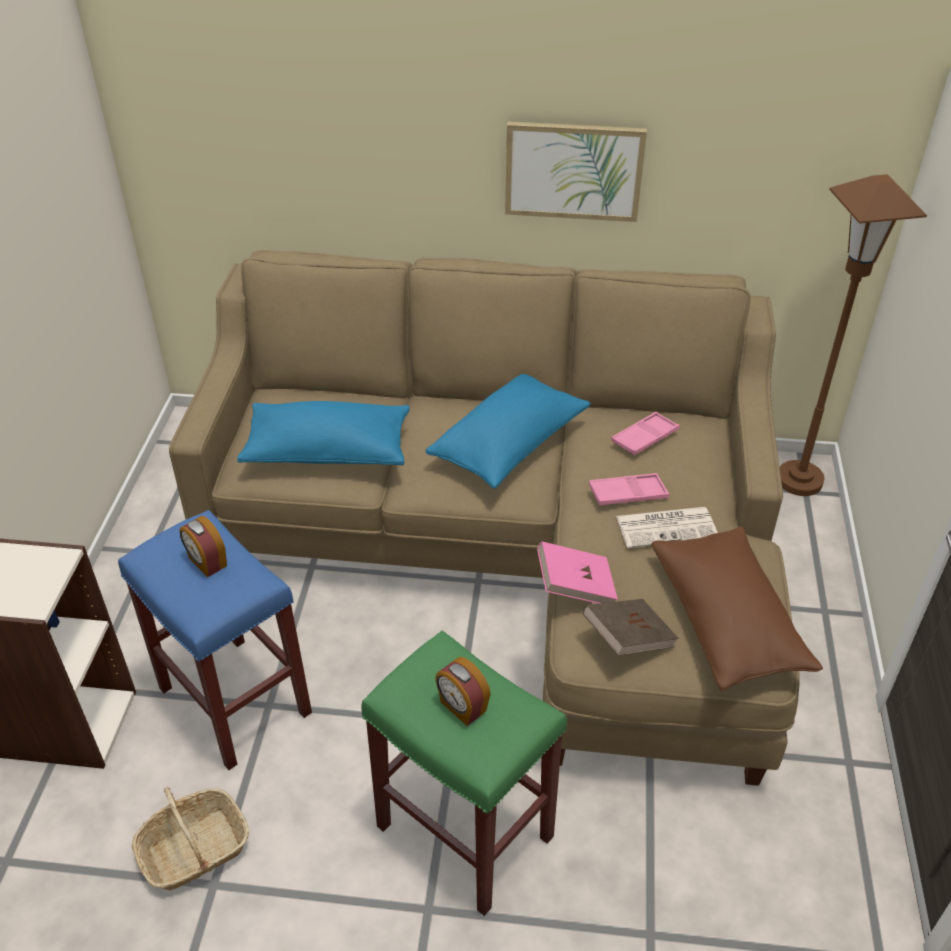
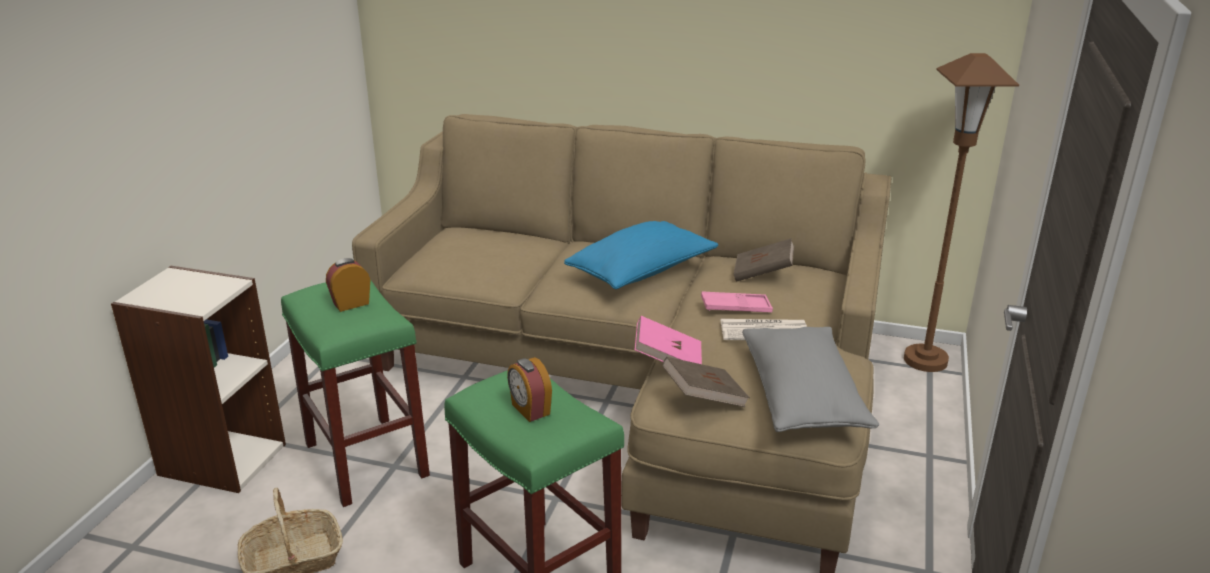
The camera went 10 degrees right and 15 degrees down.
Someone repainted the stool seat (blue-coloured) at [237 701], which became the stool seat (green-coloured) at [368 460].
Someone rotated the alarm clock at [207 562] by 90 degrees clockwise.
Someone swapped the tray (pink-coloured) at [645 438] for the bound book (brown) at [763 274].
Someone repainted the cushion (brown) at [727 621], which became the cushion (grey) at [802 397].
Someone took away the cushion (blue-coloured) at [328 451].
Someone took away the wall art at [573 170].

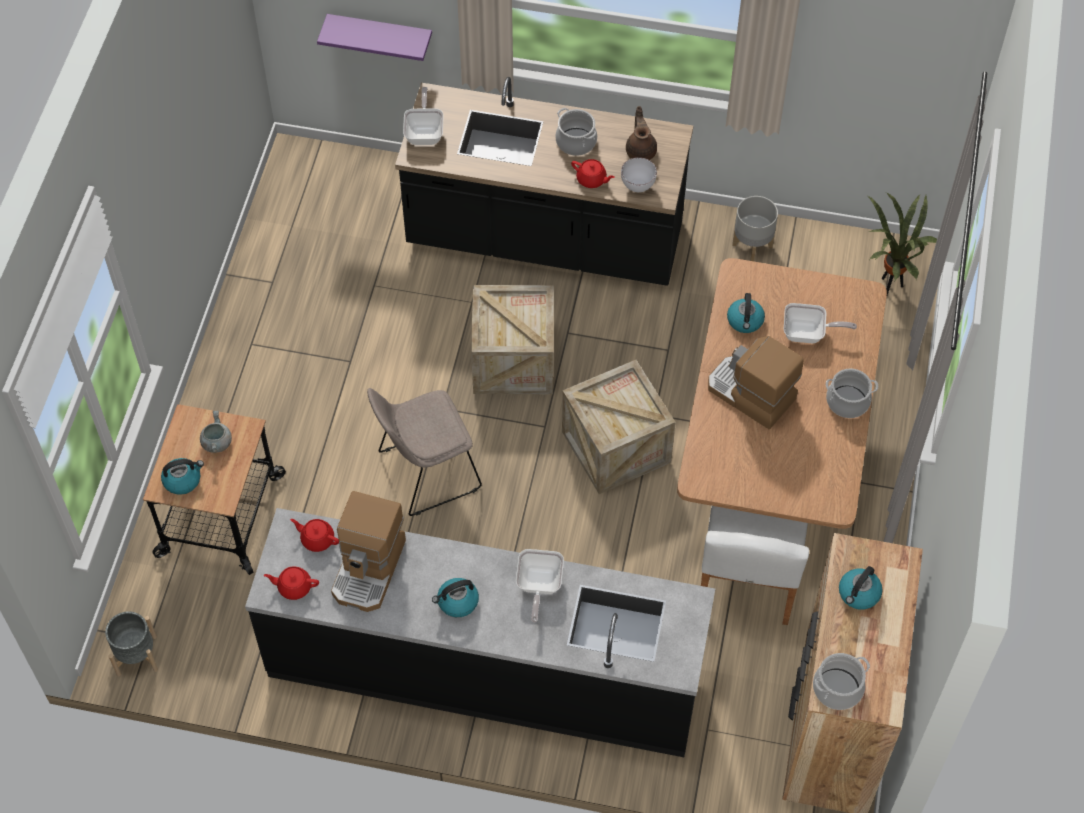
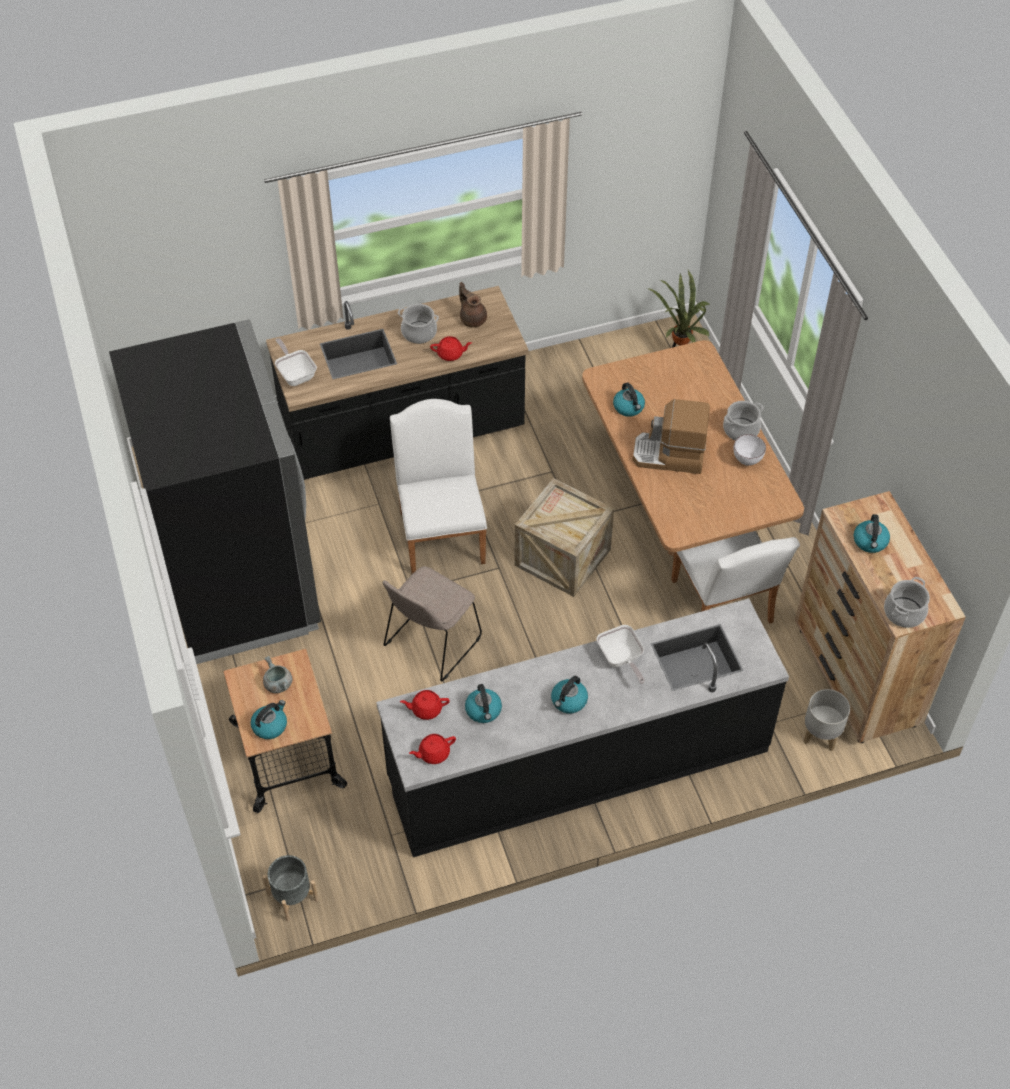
The camera went 30 degrees left and 5 degrees down.
Someone put down the fridge (blackish) at [239 580].
Someone swapped the crate at [513 361] for the chair (white-coloured) at [441 531].
Someone swapped the coffee machine at [369 569] for the water kettle at [483 711].
Someone carried the serving bowl (white-coloured) from [638 187] to [748 461].
Someone carried the flower pot (grey) from [751 245] to [820 735].
Someone took away the shelf (purple) at [380 35].
Someone took away the pan at [808 334].

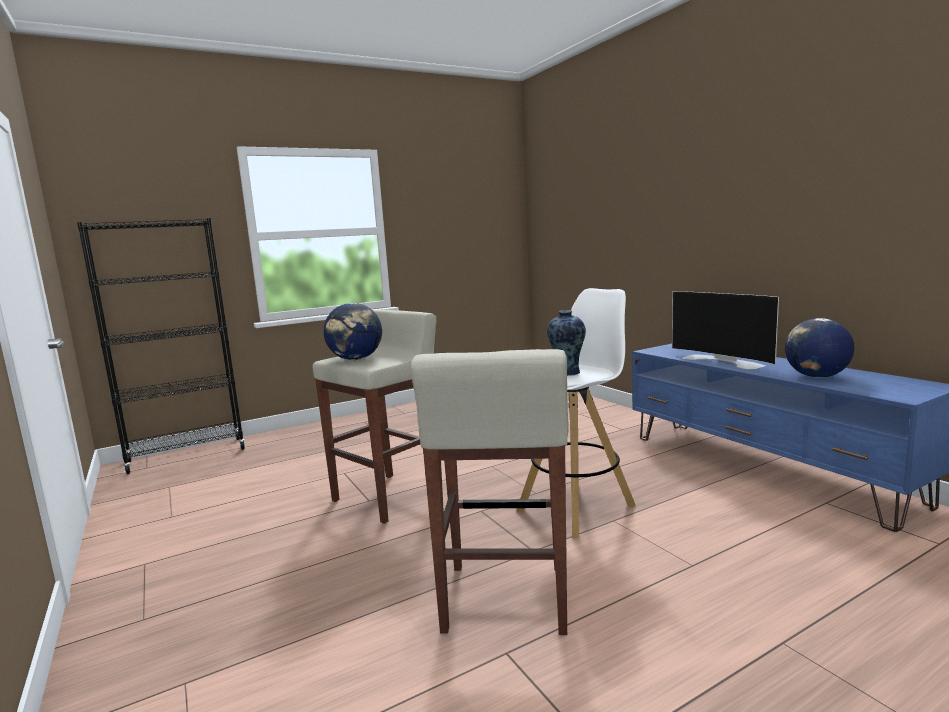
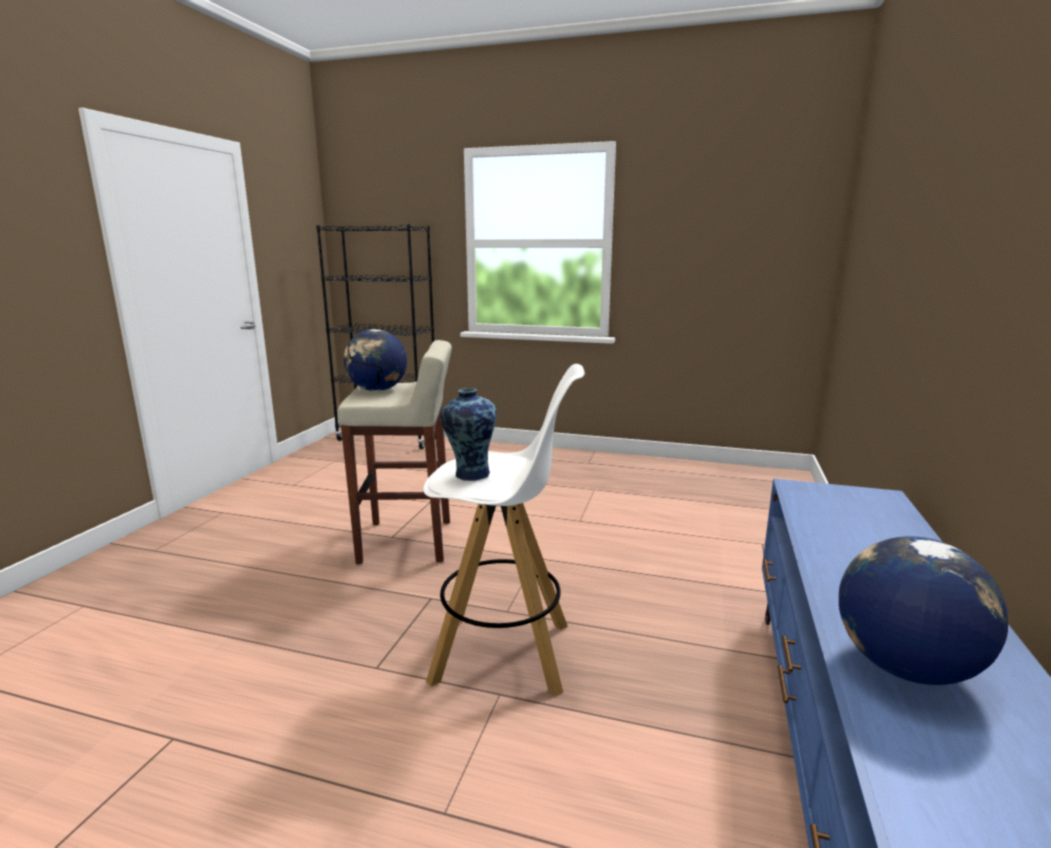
The camera went 45 degrees right and 5 degrees up.
Someone took away the stool seat (beige) at [504 600].
Someone took away the TV set at [724 360].

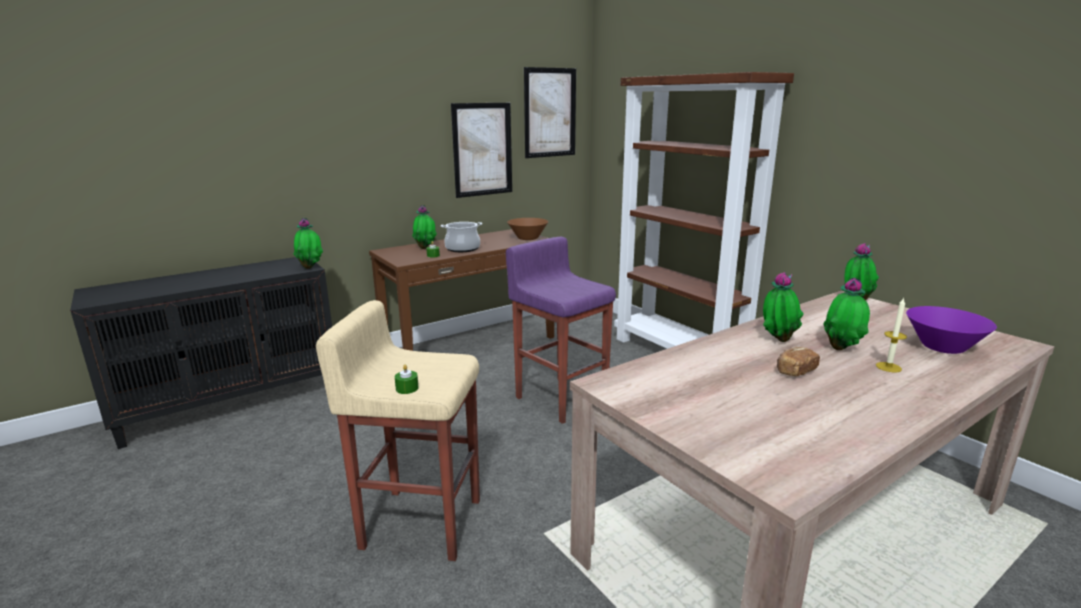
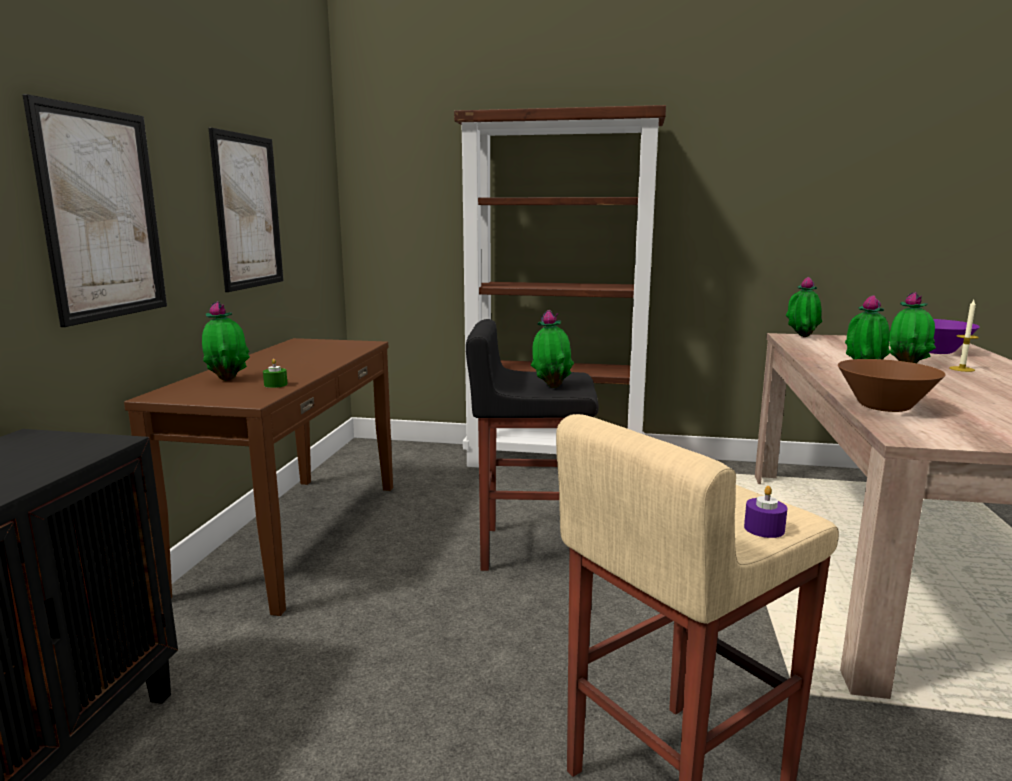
The camera went 45 degrees left and 5 degrees down.
Someone carried the wall art from [550 113] to [102 214].
Someone repainted the stool seat (purple) at [561 398], which became the stool seat (blackish) at [531 549].
Someone carried the houseplant from [310 267] to [551 386].
Someone repainted the wax light (green-coloured) at [407 388], which became the wax light (purple) at [764 529].
Someone carried the serving bowl (brown) from [527 238] to [884 407].
Someone took away the cooking pot at [462 249].
Someone took away the baked bread at [795 371].

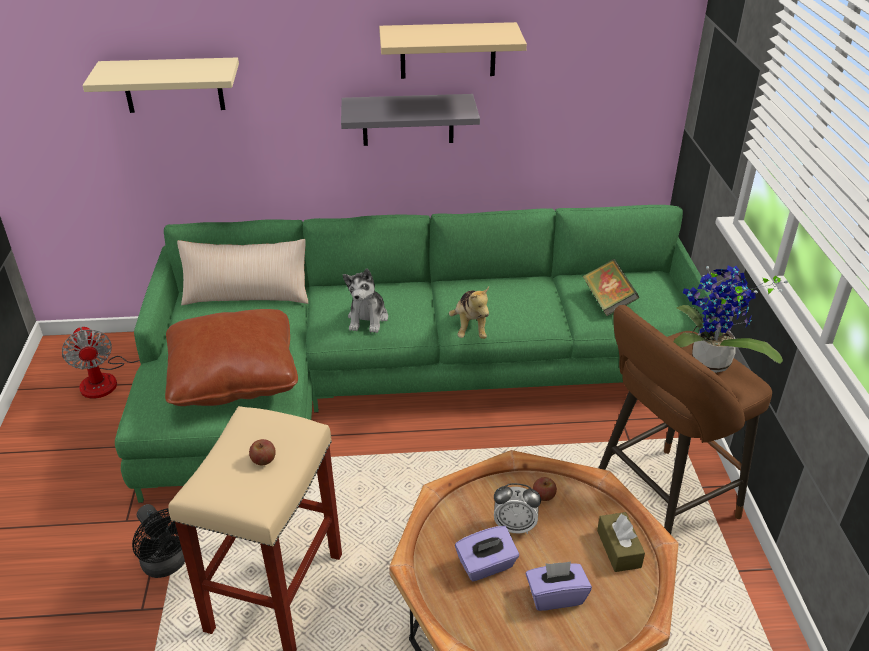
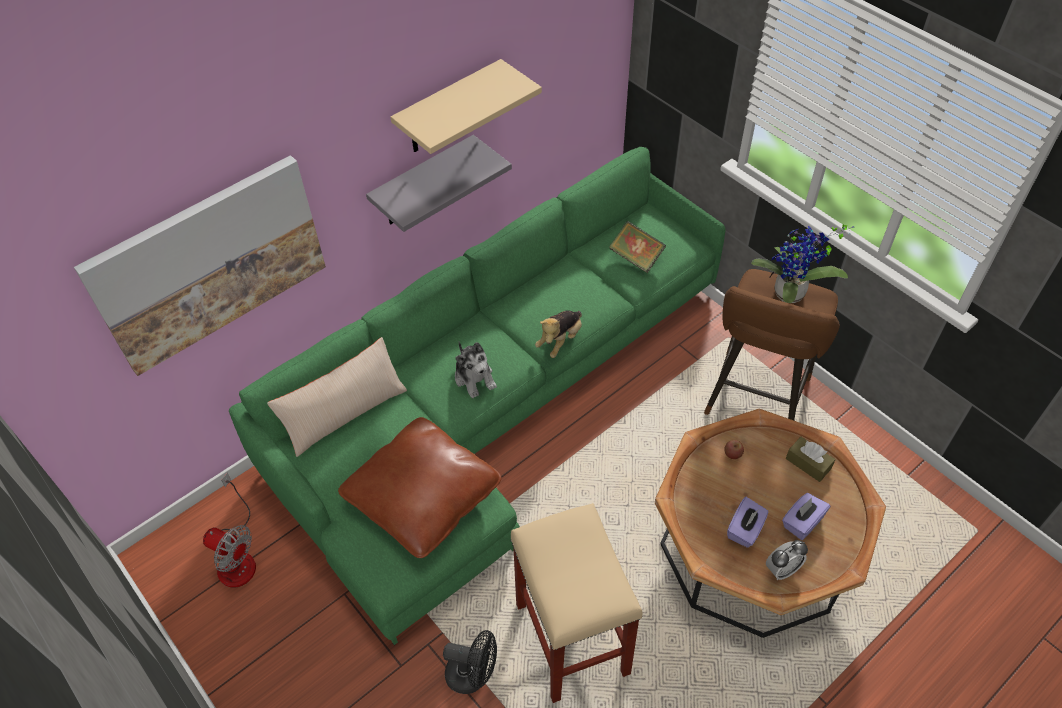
The camera went 35 degrees left and 15 degrees up.
Someone swapped the shelf (beige) at [173 85] for the wall art at [210 263].
Someone rotated the cuddly toy at [470 327] by 75 degrees clockwise.
Someone carried the alarm clock from [514 526] to [782 569].
Someone took away the whole apple at [263 460].

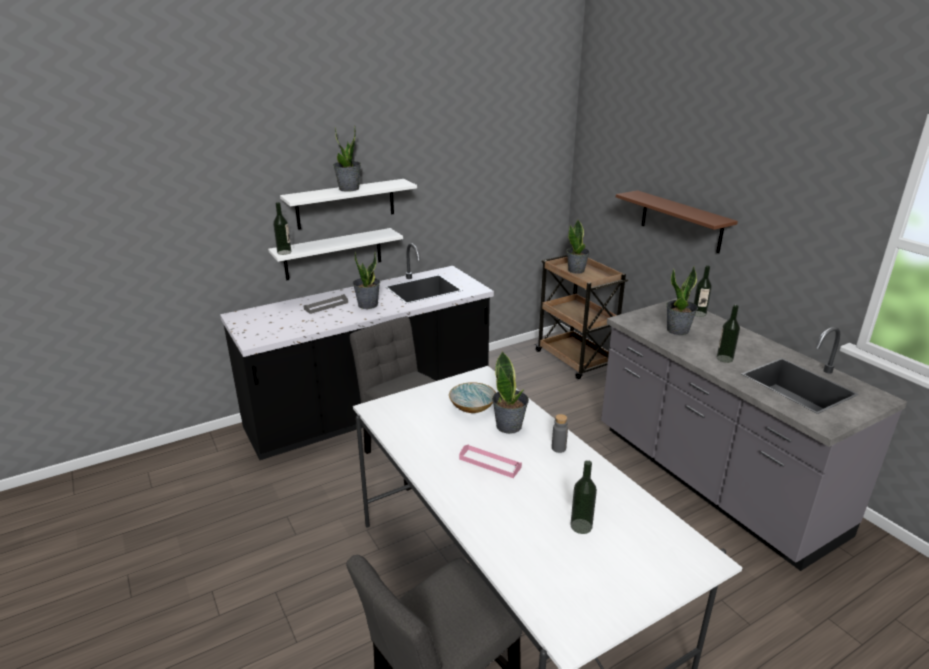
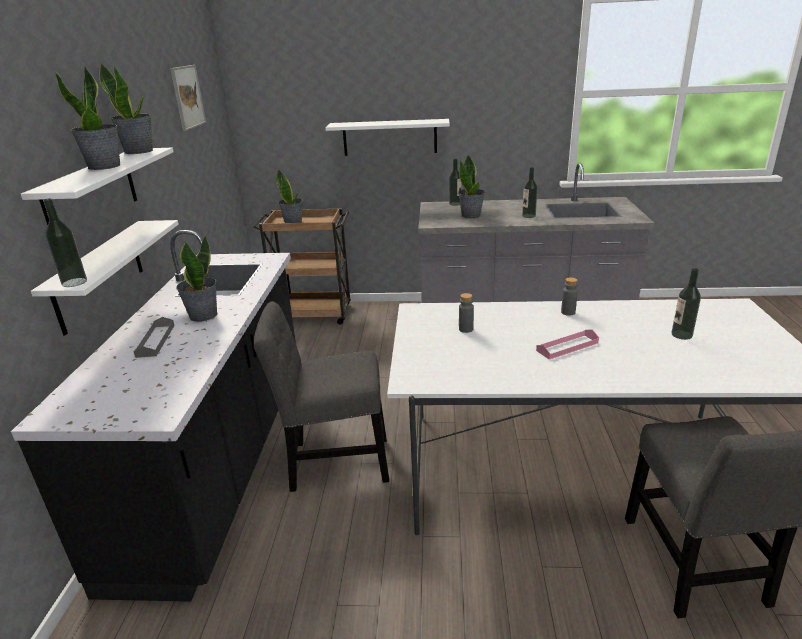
The camera went 55 degrees left and 0 degrees up.
Someone carried the houseplant from [509 426] to [139 151].
Someone put up the wall art at [188 97].
Someone repainted the shelf (brown) at [681 221], which became the shelf (white-coloured) at [390 137].
Someone swapped the serving bowl at [473 407] for the bottle (grey) at [466 329].

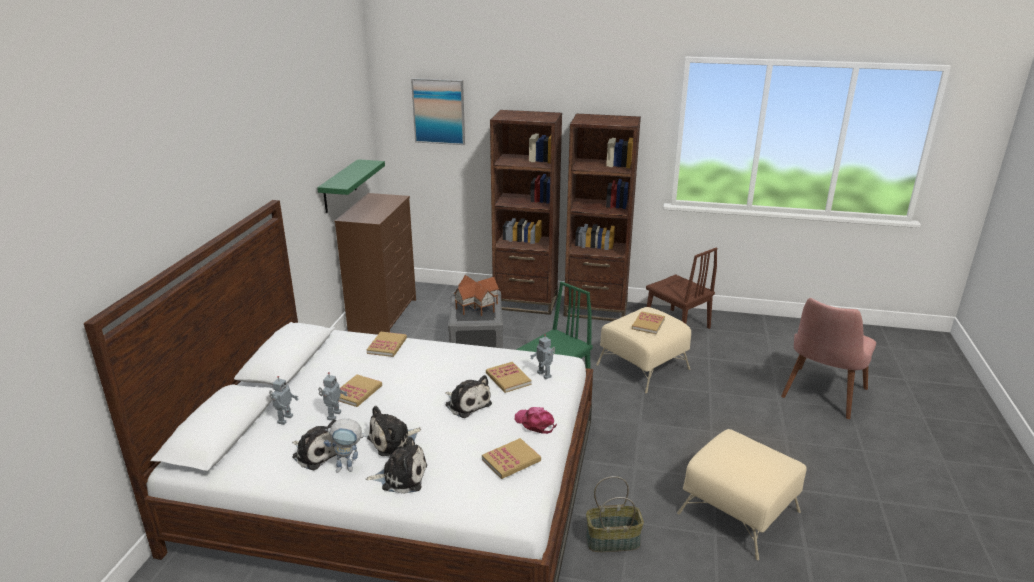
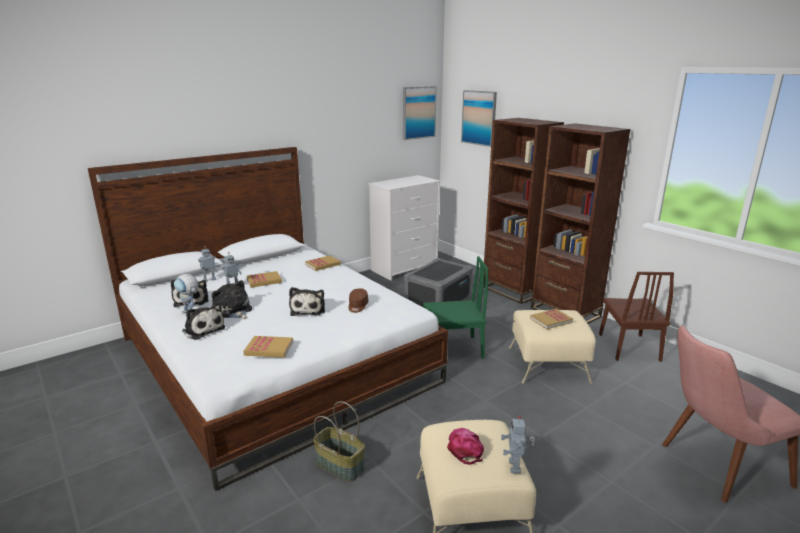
The camera went 40 degrees right and 5 degrees down.
Someone rotated the cuddly toy at [394 441] by 45 degrees clockwise.
Someone swapped the bound book at [508 379] for the cap (brown) at [357 306].
Someone repainted the dresser (brown) at [383 314], which became the dresser (white-coloured) at [404 268].
Someone put up the wall art at [418 112].
Someone carried the cap (pink-coloured) from [535 423] to [465 448].
Someone carried the toy robot from [545 375] to [515 467].
Someone took away the shelf (green-coloured) at [340 186].
Someone took away the toy house at [476 307].

